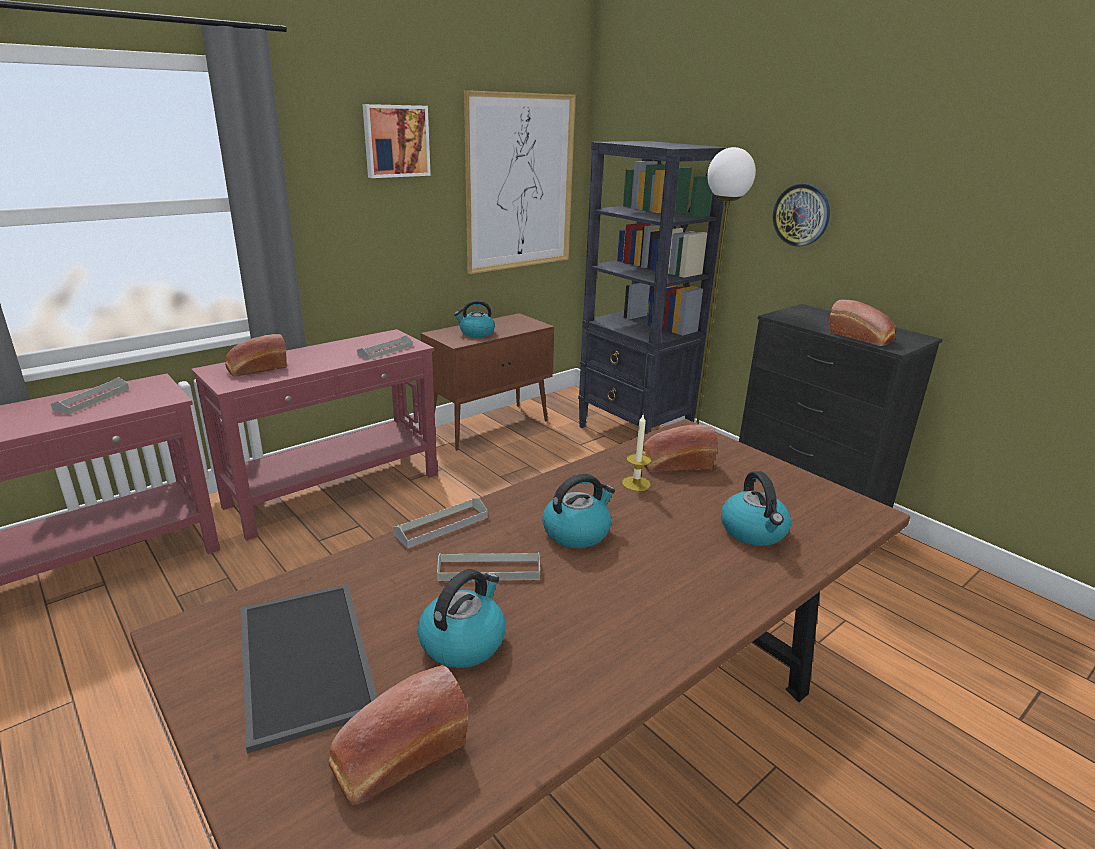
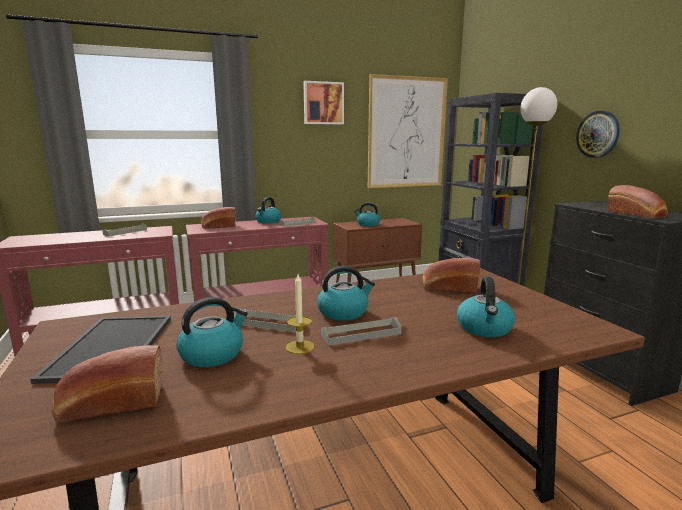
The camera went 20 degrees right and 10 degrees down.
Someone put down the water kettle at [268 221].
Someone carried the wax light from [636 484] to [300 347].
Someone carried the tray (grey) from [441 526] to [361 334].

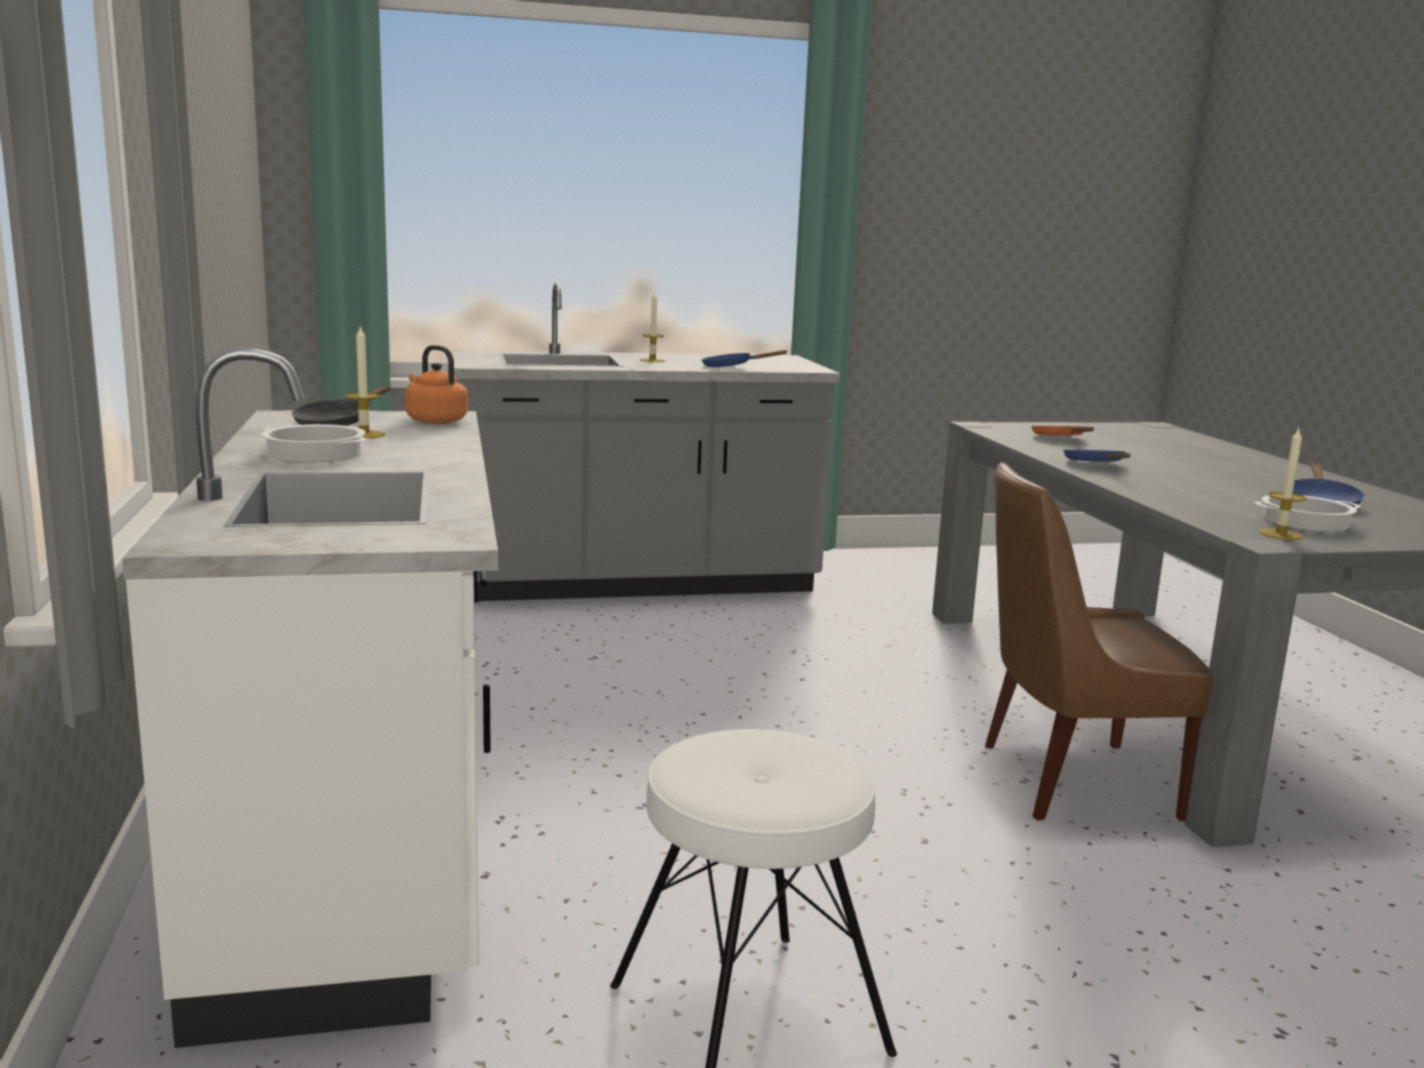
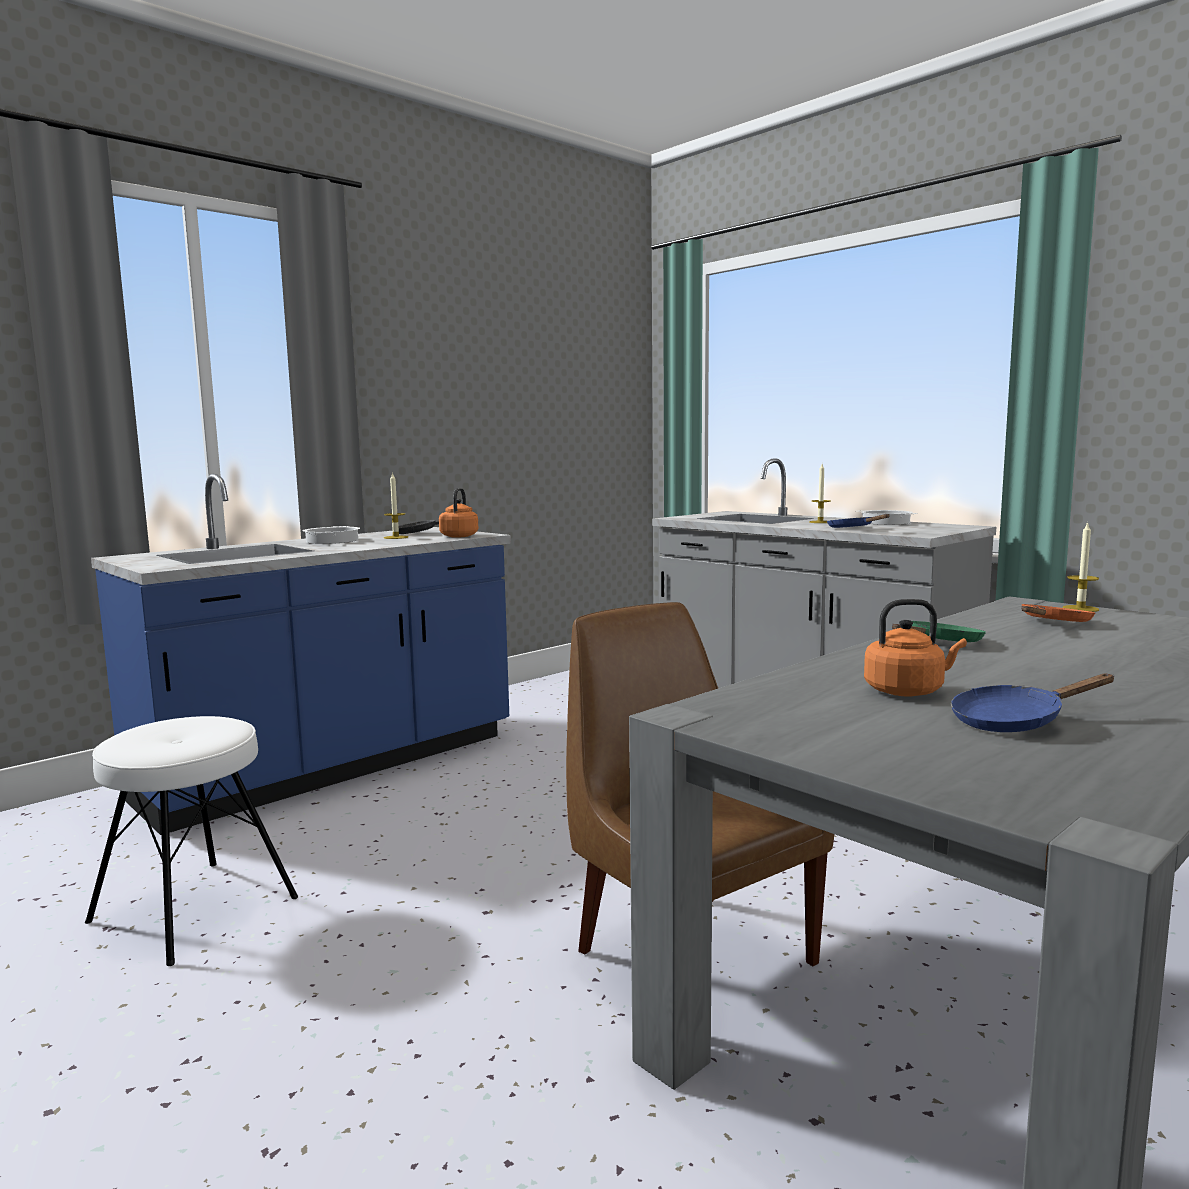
The camera went 60 degrees right and 5 degrees down.
Someone repainted the kitchen counter (white-coloured) at [364 837], which became the kitchen counter (blue-coloured) at [333 768].
Someone carried the cooking pot from [1305 521] to [886 522].
Someone put down the water kettle (orange-coloured) at [907 691].
Someone repainted the pan (blue-coloured) at [1096 464], which became the pan (green-coloured) at [940 642].
Someone carried the wax light from [1280 534] to [1080 609].

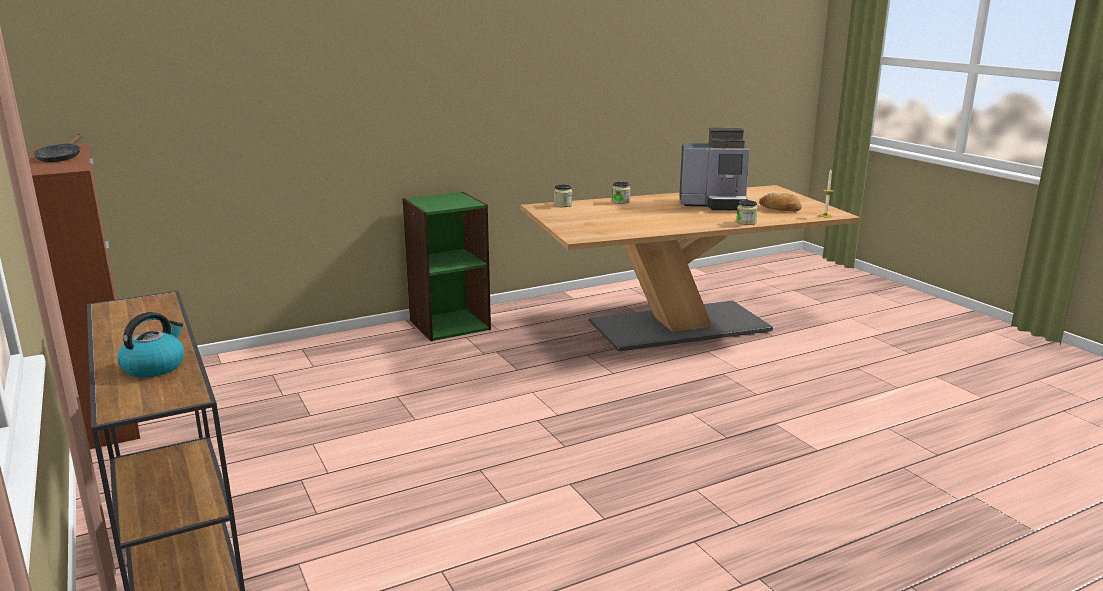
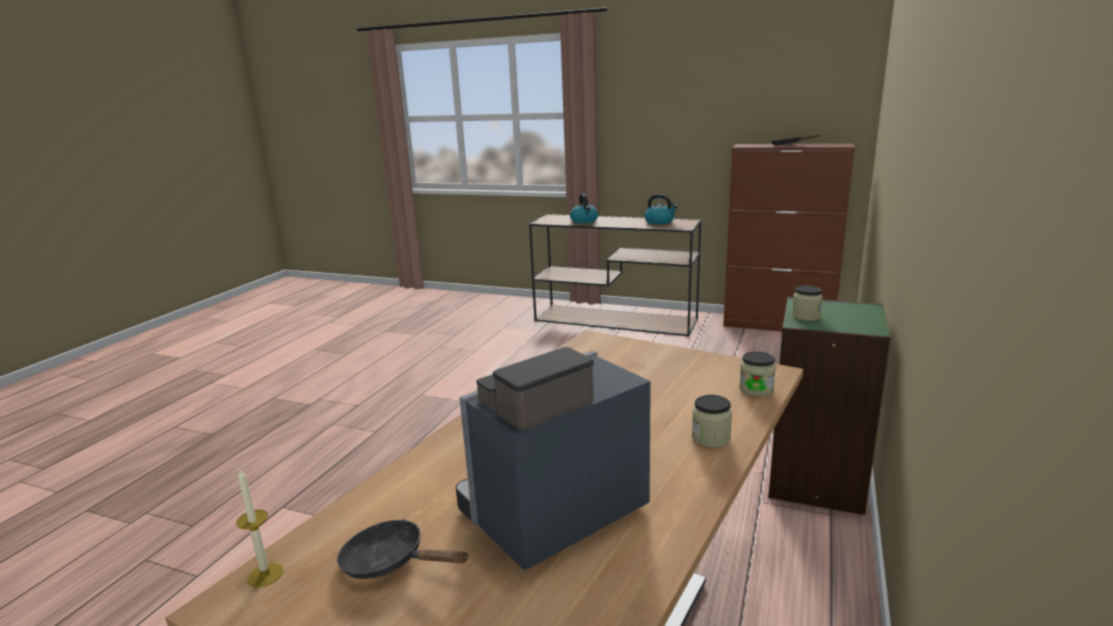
The camera went 140 degrees right and 0 degrees up.
Someone swapped the baked bread at [779 209] for the pan (blackish) at [391 561].
Someone put down the water kettle at [660 222].
Someone carried the jar from [746 222] to [806 316].

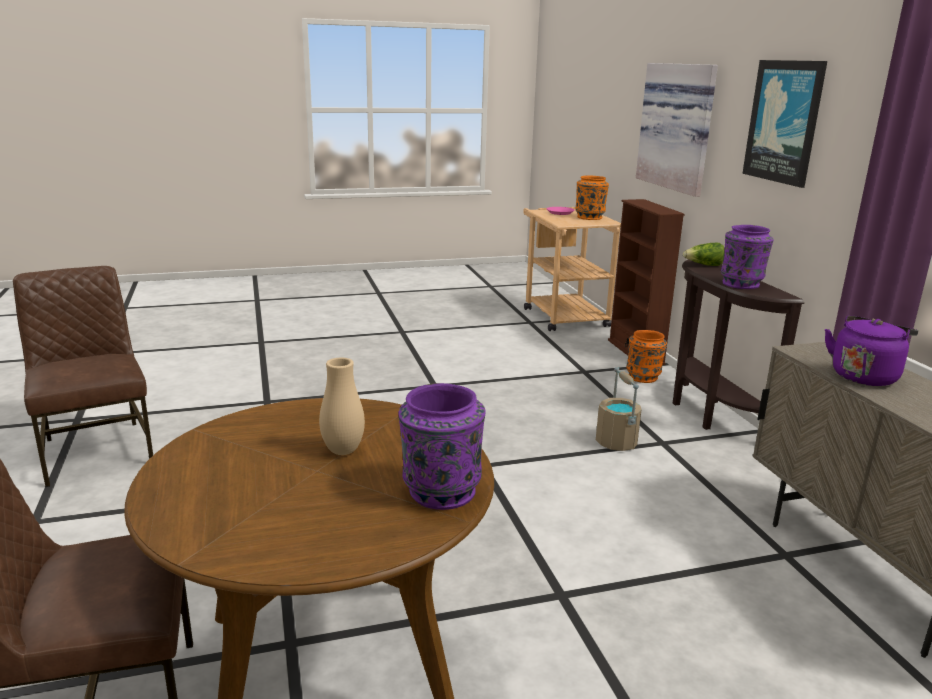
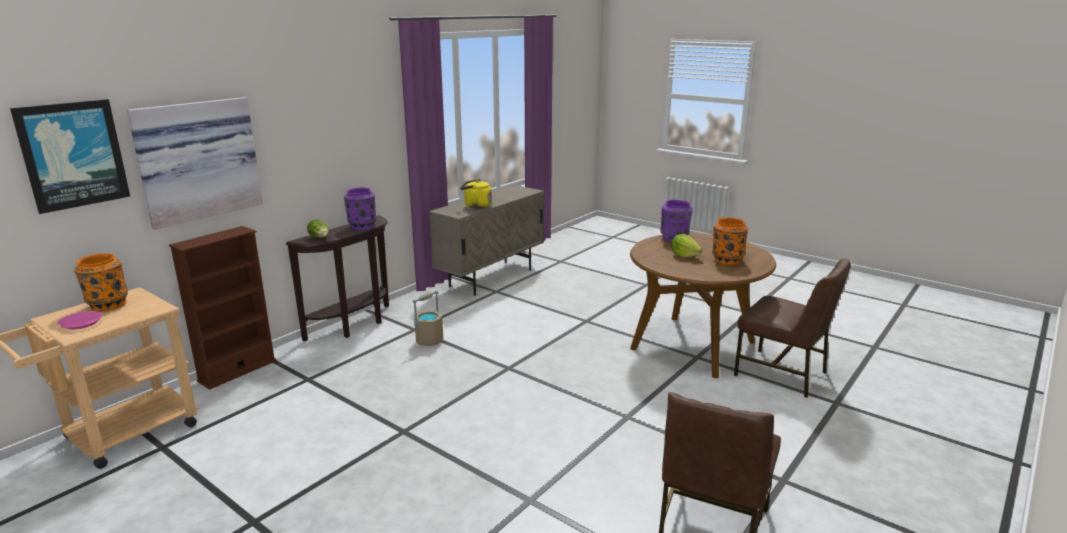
The camera went 125 degrees left and 0 degrees up.
Someone carried the wall art from [784 122] to [73 155].
Someone repainted the water kettle (purple) at [864 376], which became the water kettle (yellow) at [476 206].
Someone swapped the flower vase (beige) at [343 451] for the lettuce head at [684 255].
Someone carried the flower vase (orange-coloured) from [643 377] to [727 260].

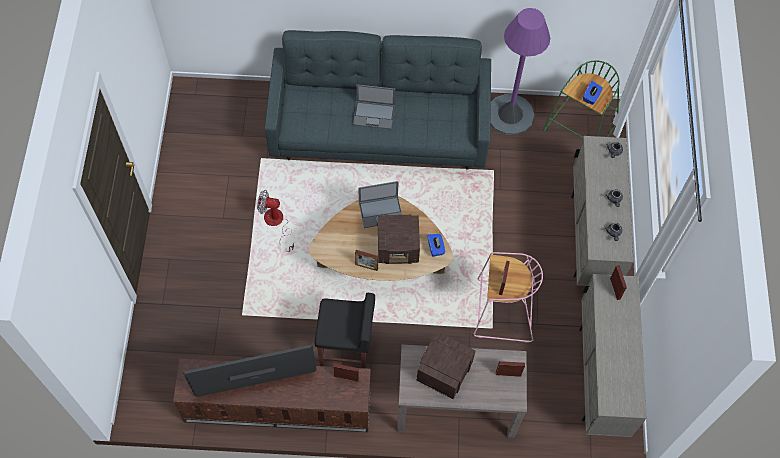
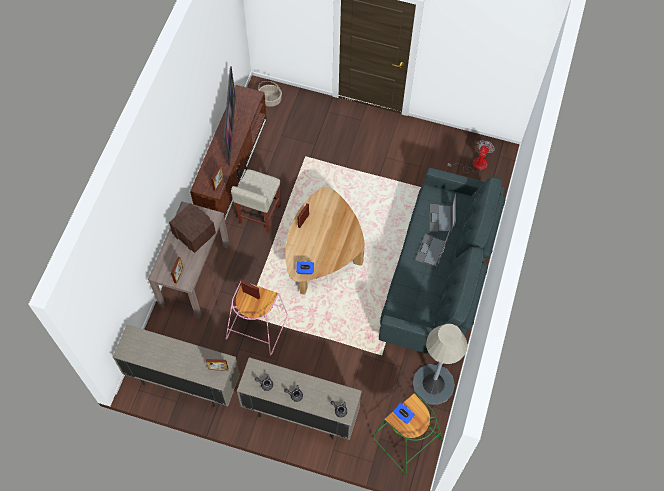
The camera went 105 degrees right and 0 degrees up.
Someone repainted the stool seat (blackish) at [346 349], which became the stool seat (beige) at [259 215].
Someone put down the household basket at [270 100].
Someone repainted the standing lamp (purple) at [510 114], which became the standing lamp (grey) at [433 384].
Someone carried the notebook computer from [381 211] to [441 218].
Someone carried the fan from [276 224] to [474 164].
Someone took away the radio set at [398 247].

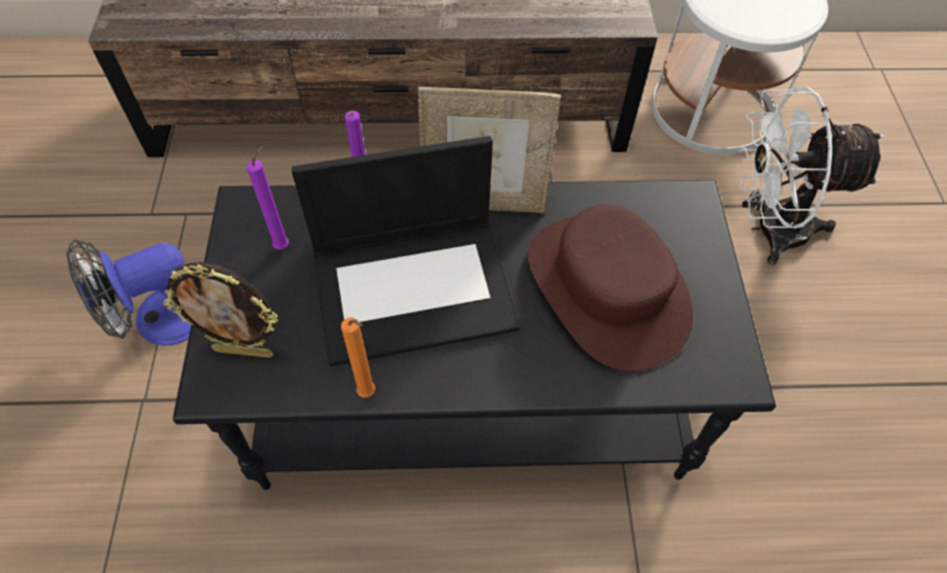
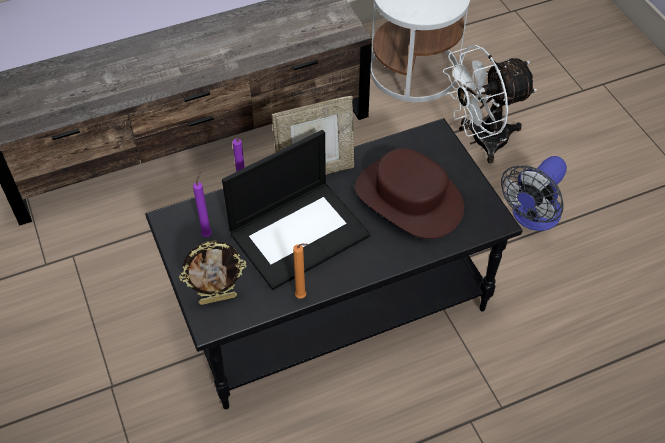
The camera went 20 degrees left and 5 degrees down.
Someone carried the fan from [159 320] to [532 217].

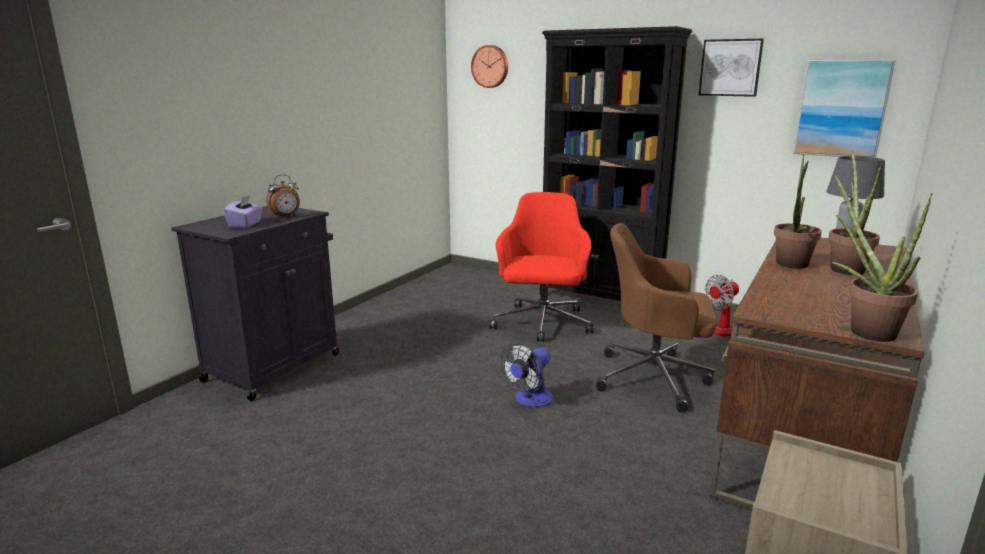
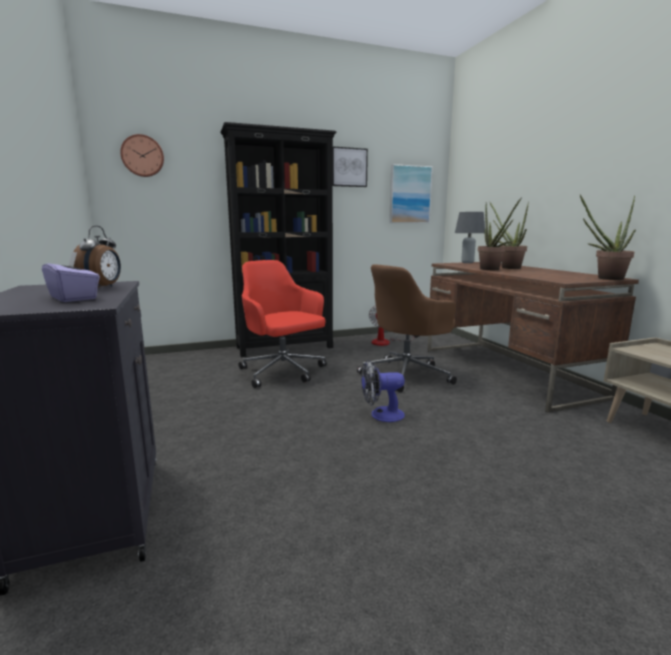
The camera went 50 degrees left and 5 degrees down.
Someone rotated the fan at [529 400] by 90 degrees clockwise.

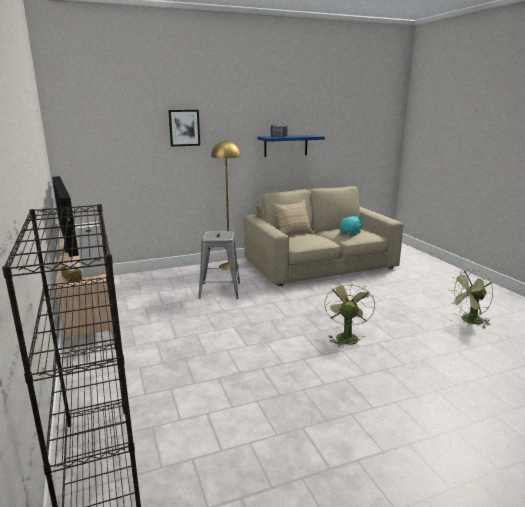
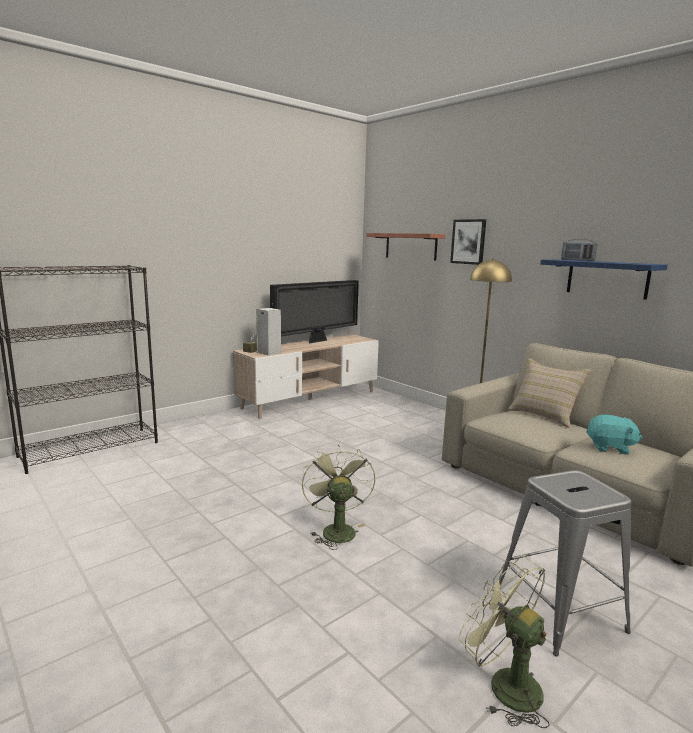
The camera went 70 degrees right and 5 degrees down.
Someone rotated the fan (green-coloured) at [346 336] by 90 degrees counterclockwise.
Someone put up the shelf at [410 246].
Someone carried the stool seat (grey) from [220 290] to [559 611].

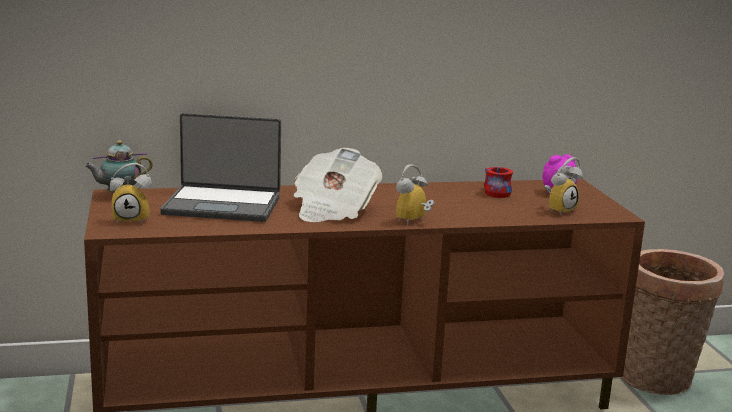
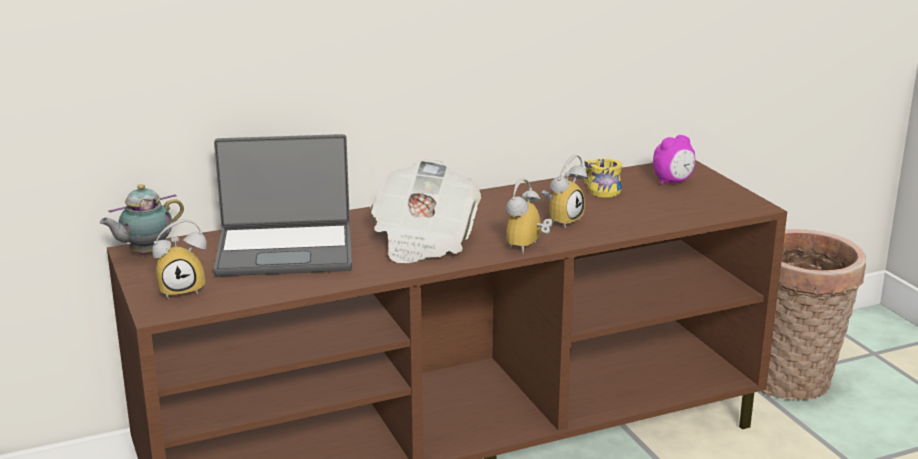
The camera went 10 degrees left and 5 degrees up.
Someone carried the alarm clock from [559 210] to [562 219].
Someone repainted the mug (red-coloured) at [493 192], which became the mug (yellow) at [599 190].

